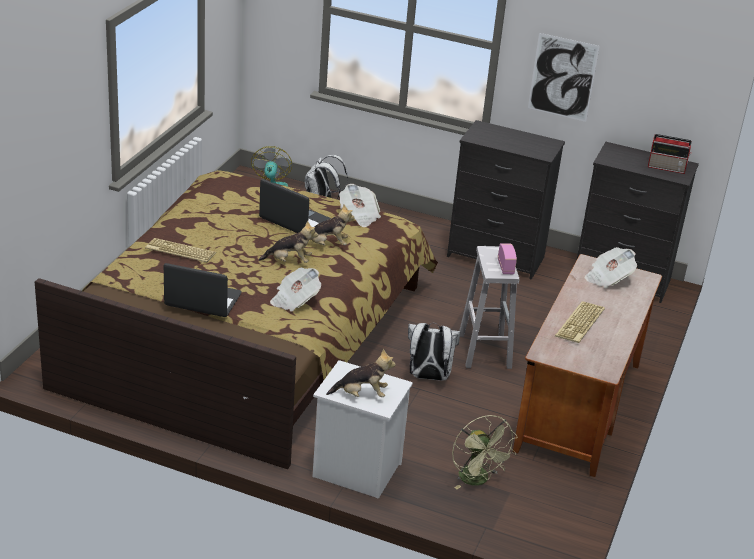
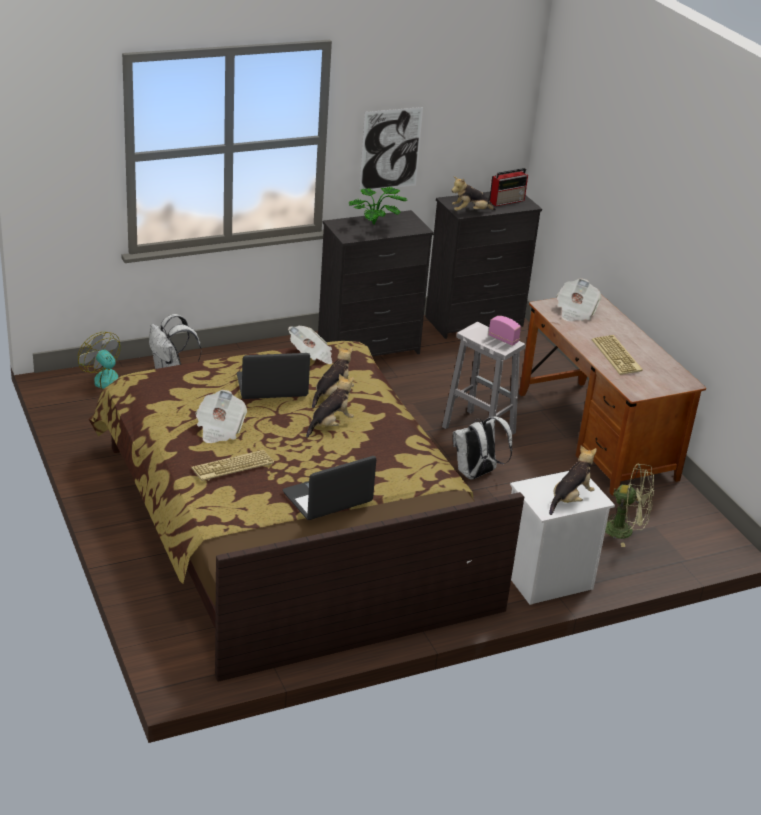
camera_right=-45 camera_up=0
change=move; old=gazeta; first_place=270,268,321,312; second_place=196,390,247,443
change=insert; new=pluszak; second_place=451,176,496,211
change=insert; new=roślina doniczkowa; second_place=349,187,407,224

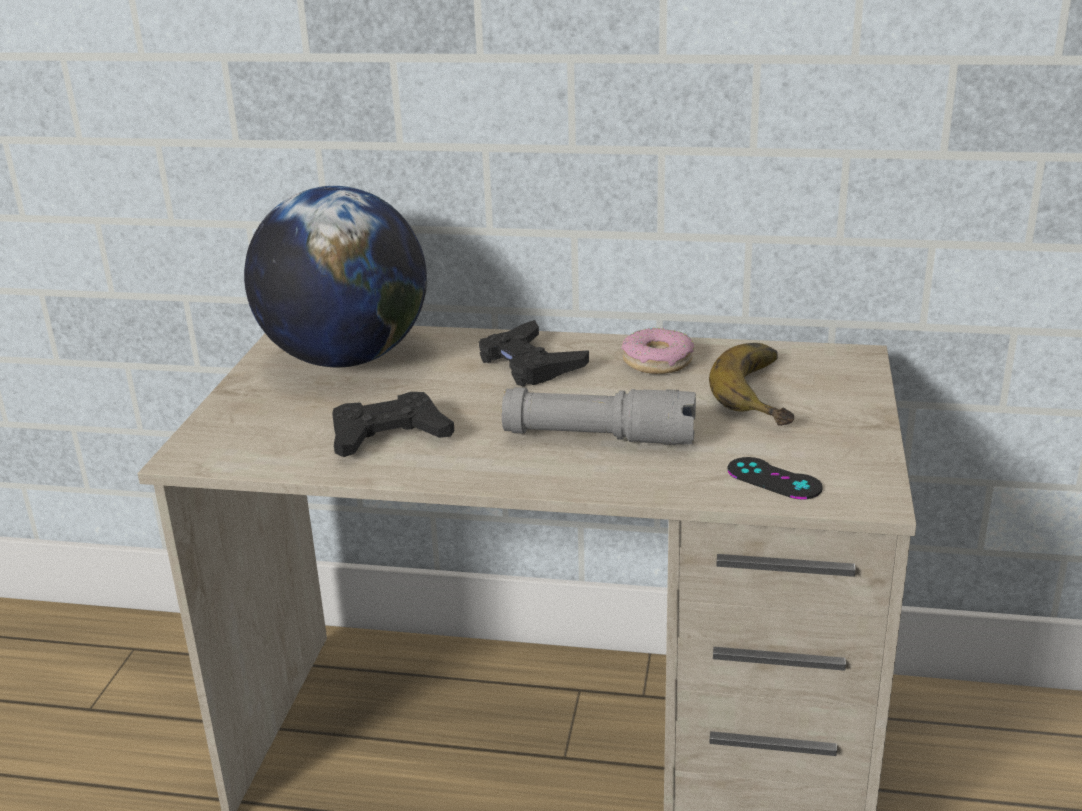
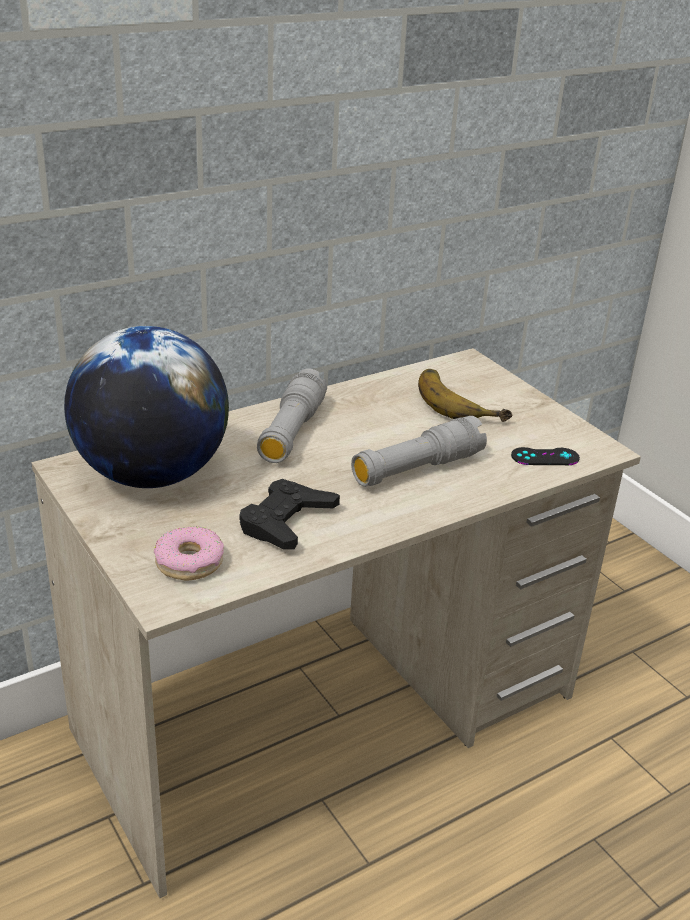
camera_right=-45 camera_up=5
change=replace; old=pad do gier [czarny]; new=latarka [szary]; first_place=479,320,589,387; second_place=257,368,327,463
change=move; old=donut; first_place=621,328,694,374; second_place=154,526,224,581

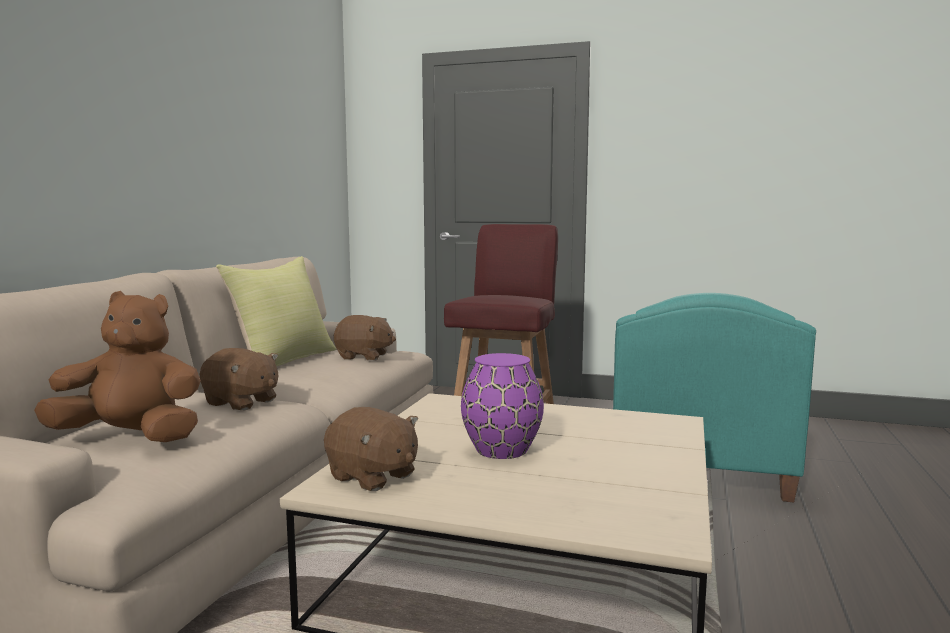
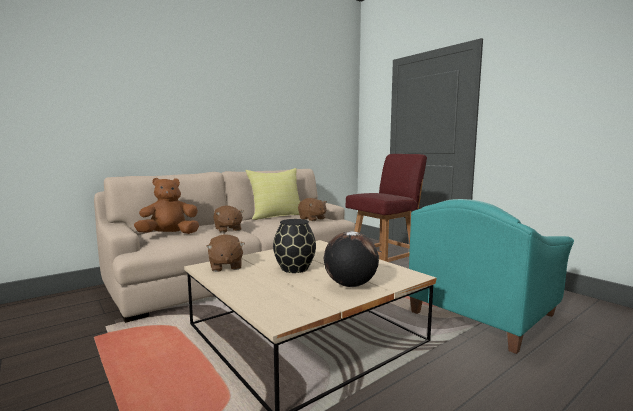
camera_right=35 camera_up=0
change=rotate; old=pluszak [brązowy]; first_place=34,291,201,442; second_place=134,178,199,234; degrees=-60
change=recolor; old=wazon [fioletowy]; new=wazon [czarny]; first_place=461,353,544,459; second_place=273,219,316,273
change=insert; new=globus; second_place=324,231,379,287

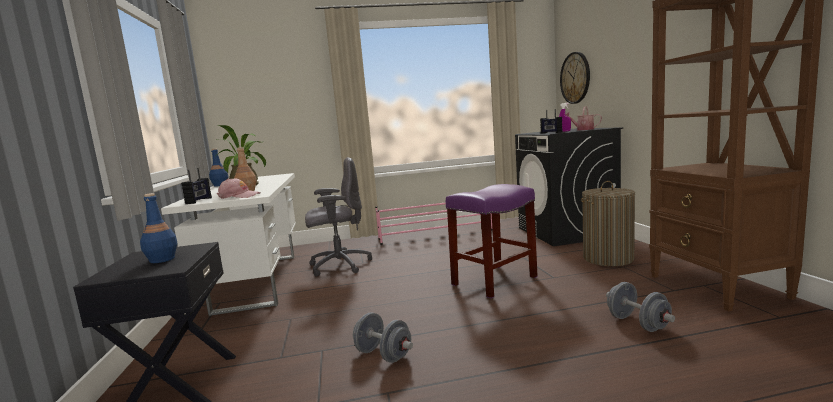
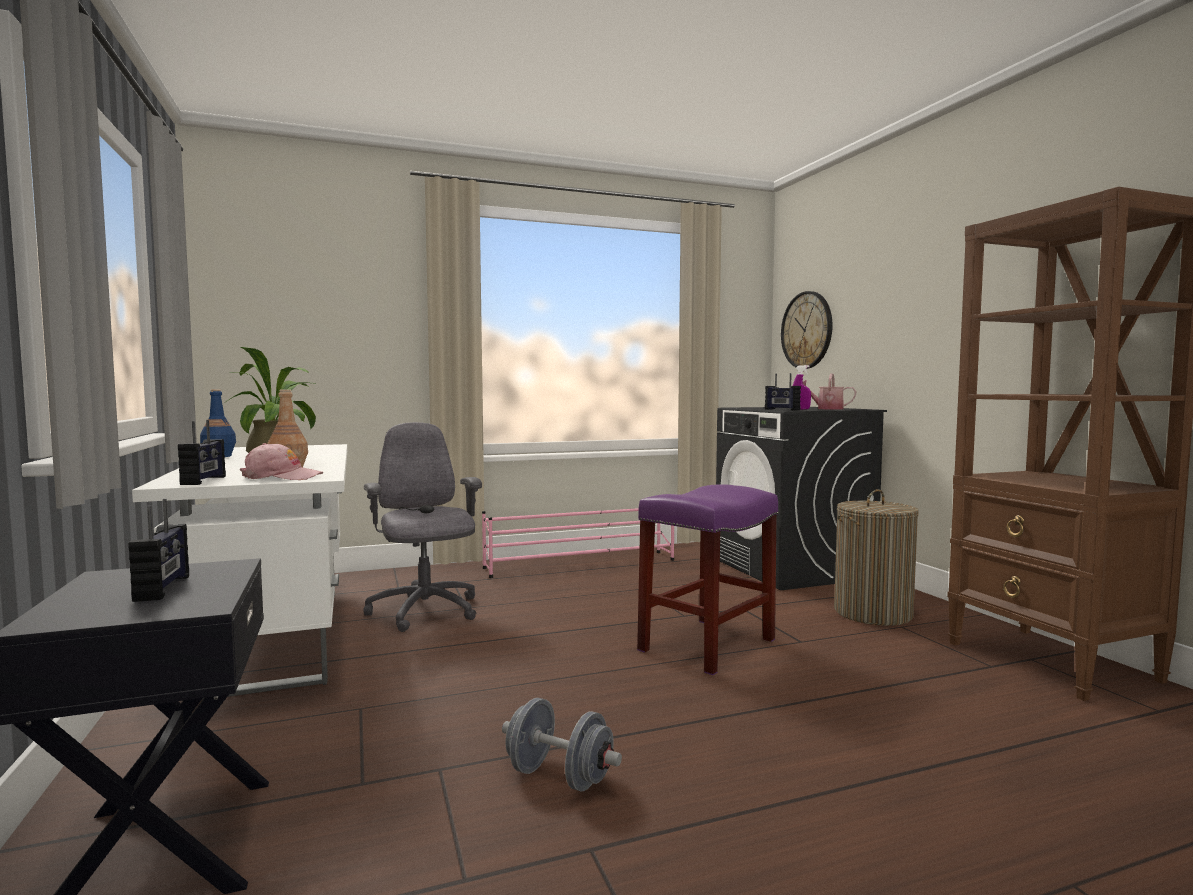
camera_right=-10 camera_up=-5
change=rotate; old=krzesło biurowe [szary]; first_place=305,157,372,277; second_place=363,422,482,632; degrees=-90
change=replace; old=butelka [niebieski]; new=radio; first_place=140,193,178,263; second_place=128,499,189,602
change=delete; old=hantel [szary]; first_place=606,282,675,332

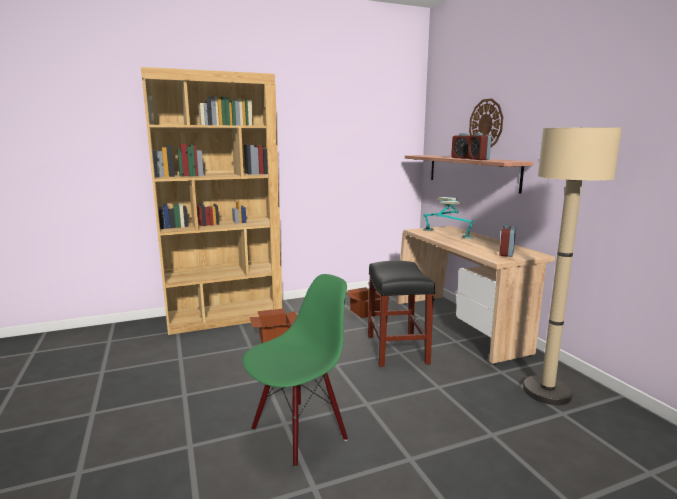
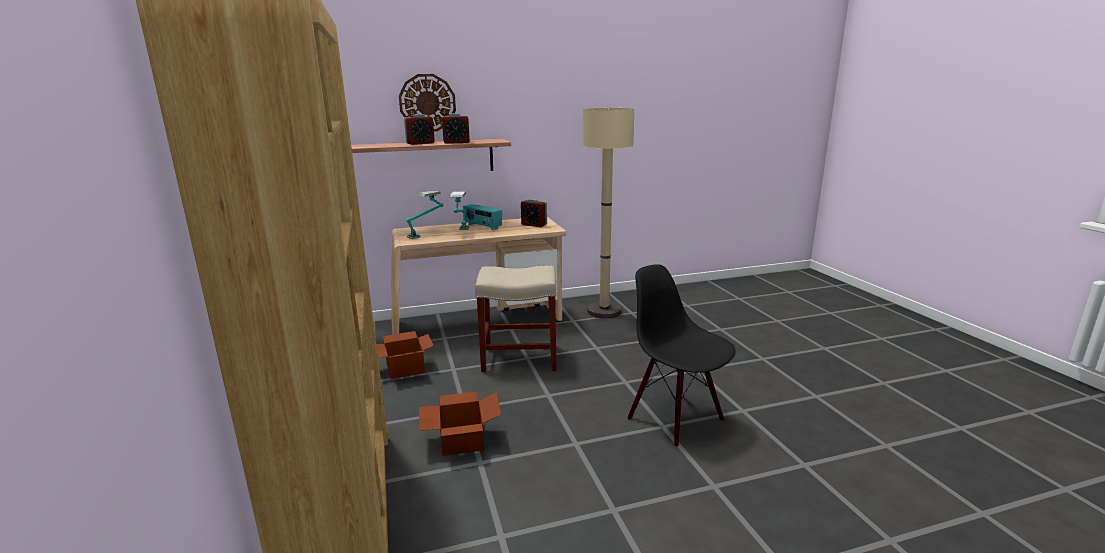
camera_right=-85 camera_up=5
change=recolor; old=stołek [czarny]; new=stołek [beżowy]; first_place=368,261,435,367; second_place=475,265,557,372
change=recolor; old=krzesło [zielony]; new=krzesło [czarny]; first_place=242,274,348,468; second_place=628,264,736,446
change=insert; new=radio; second_place=463,204,502,230

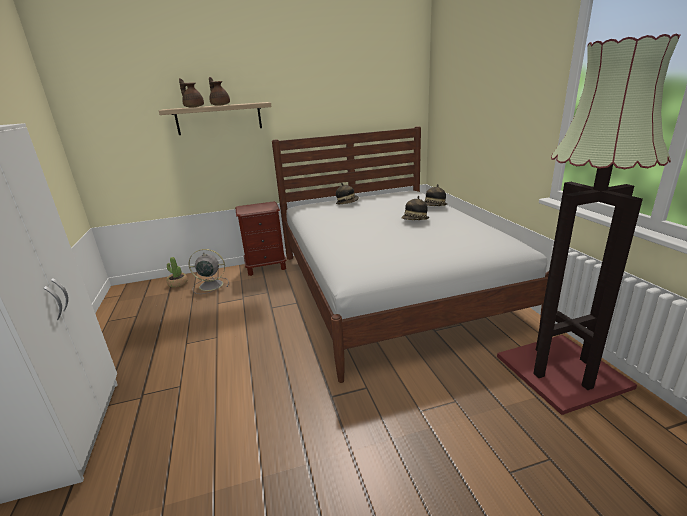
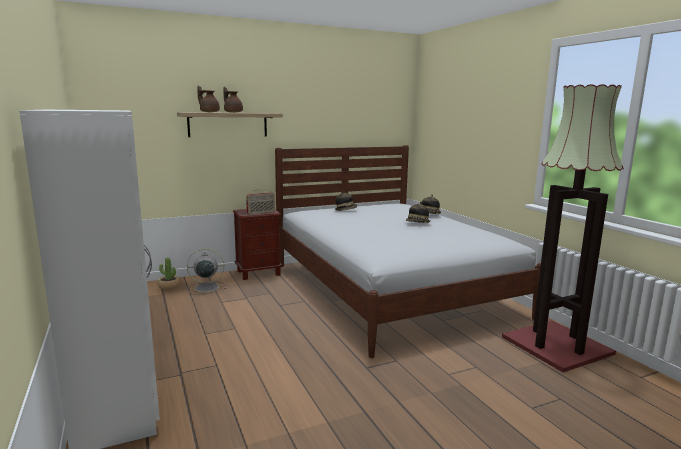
camera_right=-10 camera_up=-10
change=insert; new=radio; second_place=246,189,275,215

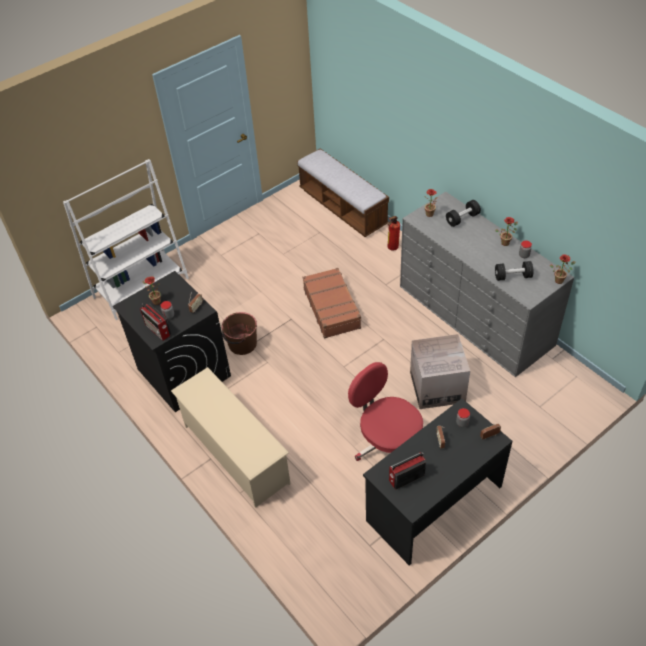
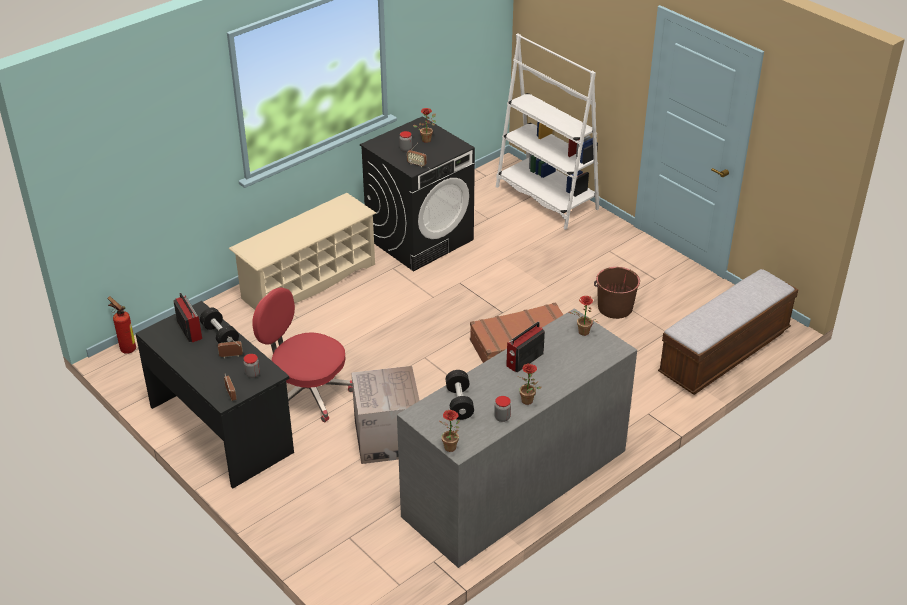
camera_right=85 camera_up=-10
change=move; old=hantel [czarny]; first_place=446,200,481,227; second_place=200,308,239,343
change=move; old=gaśnica; first_place=387,216,400,251; second_place=107,296,136,354
change=move; old=radio; first_place=140,303,171,341; second_place=506,321,545,372
change=move; old=wiadro [brązowy]; first_place=222,312,257,355; second_place=594,267,640,319
change=rotate; old=krzesło biurowe [czerwony]; first_place=348,362,423,461; second_place=252,287,353,422; degrees=-105

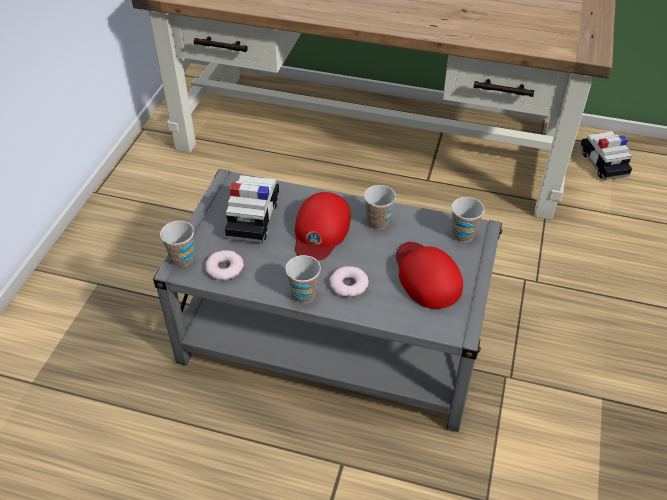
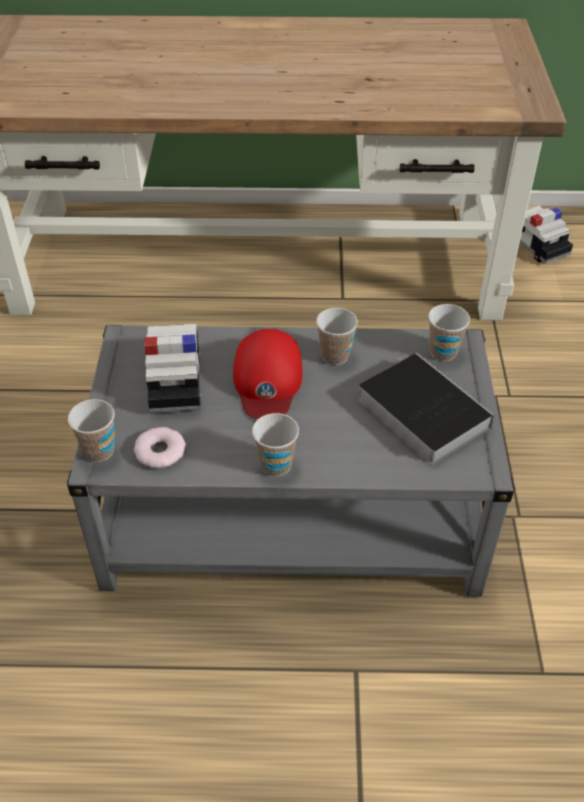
camera_right=-15 camera_up=0
change=replace; old=czapka z daszkiem [czerwony]; new=książka; first_place=396,242,463,309; second_place=358,353,494,465
change=delete; old=donut; first_place=329,266,369,297

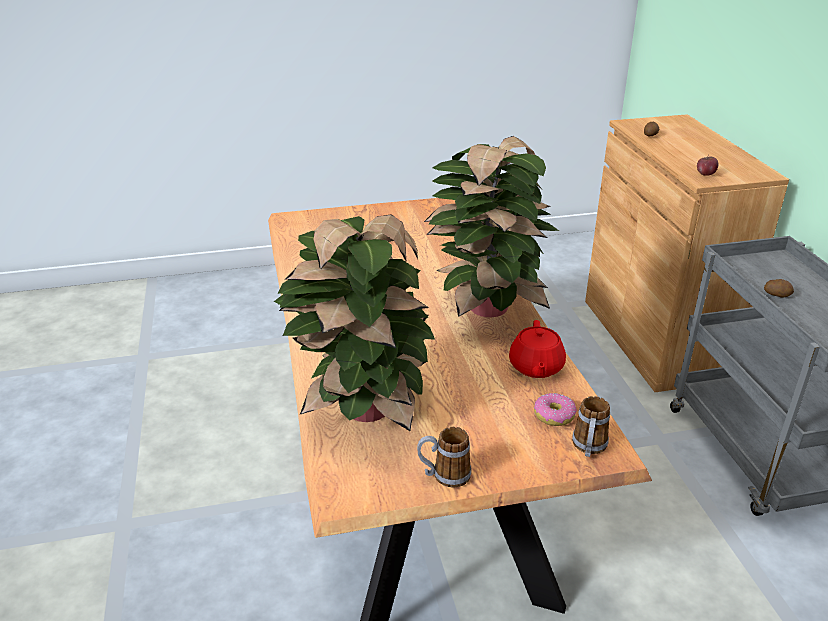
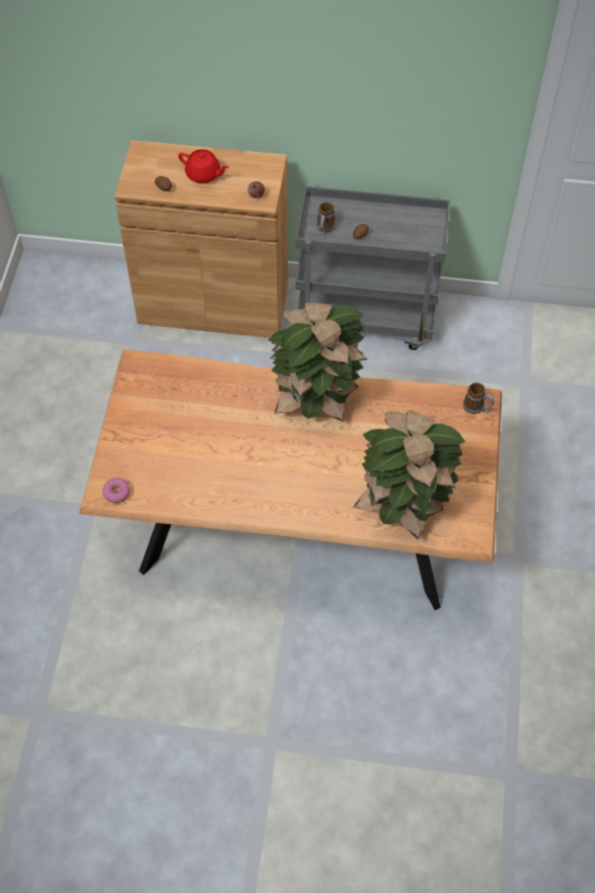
camera_right=-70 camera_up=25
change=move; old=imbryk [czerwony]; first_place=509,320,566,378; second_place=178,149,229,183
change=move; old=donut; first_place=534,393,577,426; second_place=103,478,130,503
change=move; old=kubek; first_place=417,427,471,487; second_place=317,202,335,234

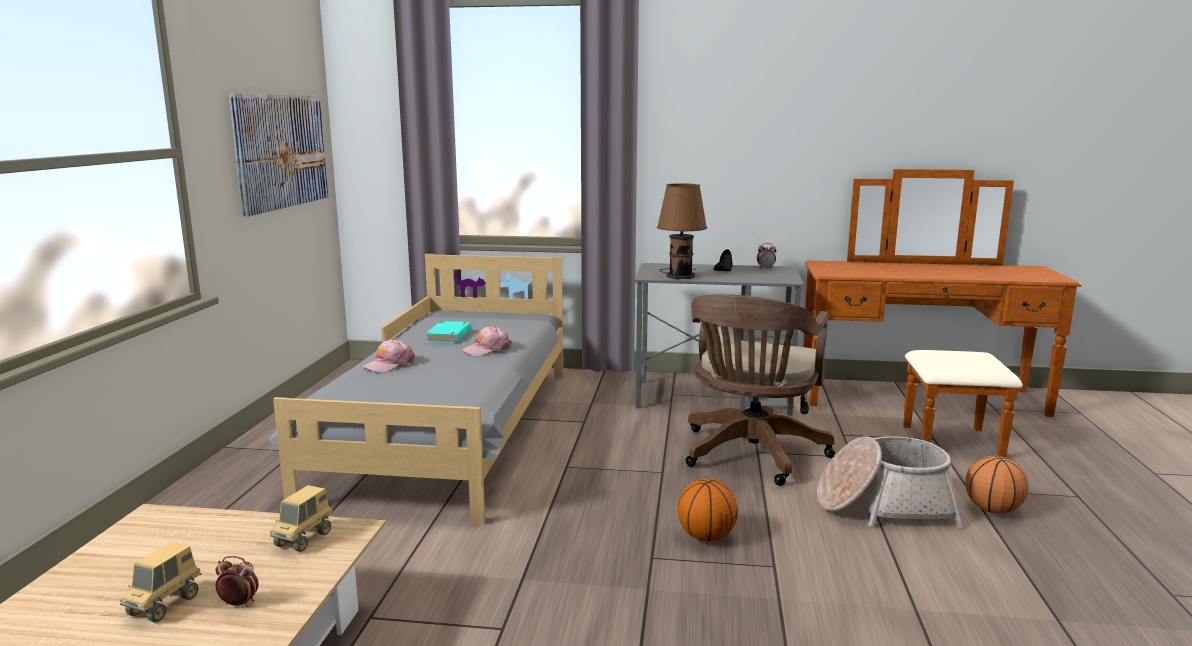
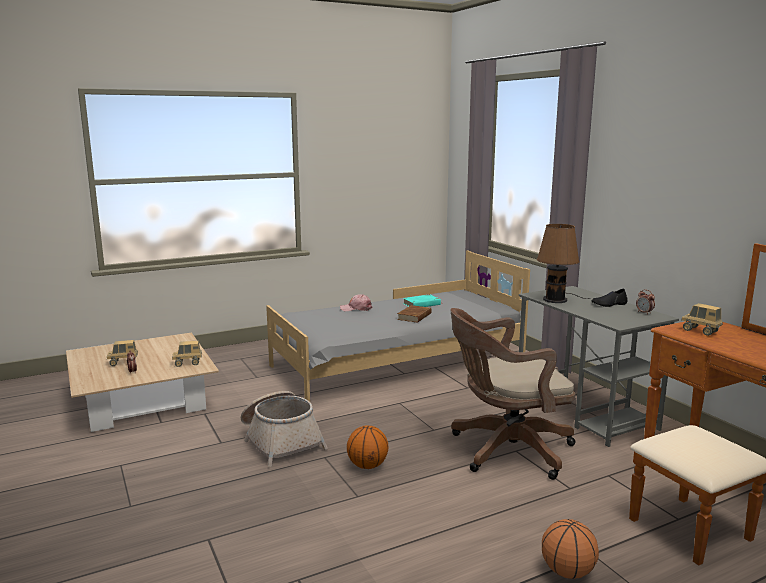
camera_right=55 camera_up=0
change=delete; old=obraz; first_place=229,93,328,217
change=replace; old=czapka z daszkiem [różowy]; new=książka [brązowy]; first_place=461,326,512,356; second_place=397,305,431,323
change=move; old=koszyk; first_place=817,436,964,528; second_place=241,391,328,467
change=insert; new=ciężarówka zabawkowa; second_place=681,303,723,336

